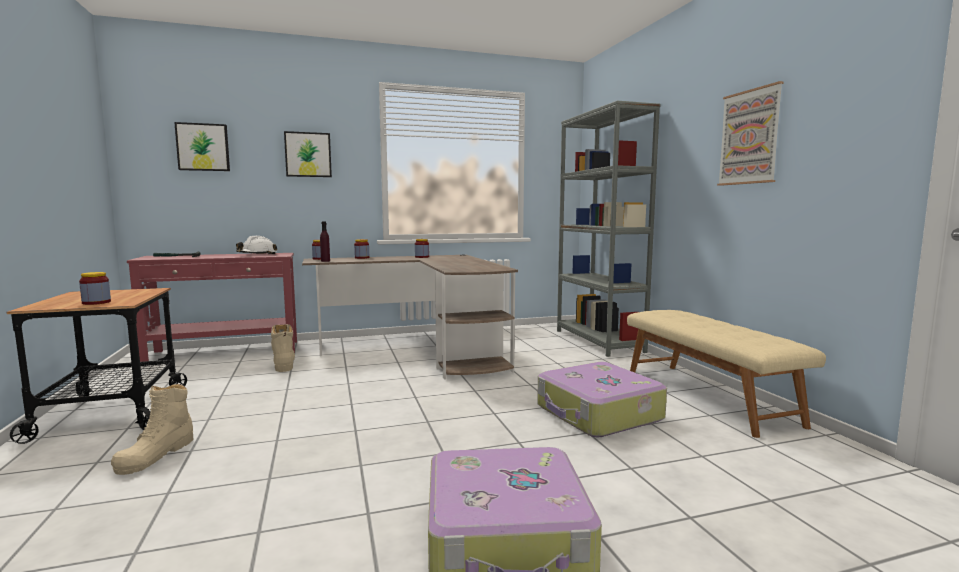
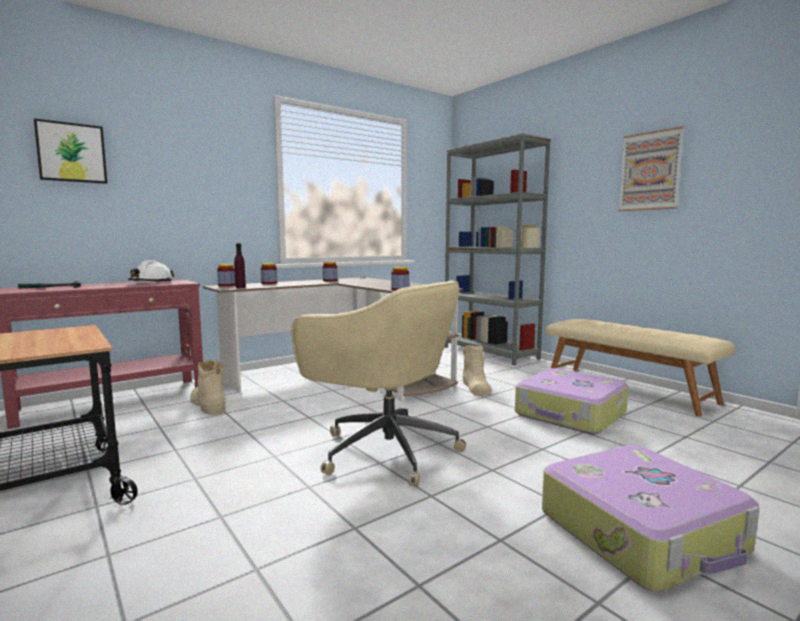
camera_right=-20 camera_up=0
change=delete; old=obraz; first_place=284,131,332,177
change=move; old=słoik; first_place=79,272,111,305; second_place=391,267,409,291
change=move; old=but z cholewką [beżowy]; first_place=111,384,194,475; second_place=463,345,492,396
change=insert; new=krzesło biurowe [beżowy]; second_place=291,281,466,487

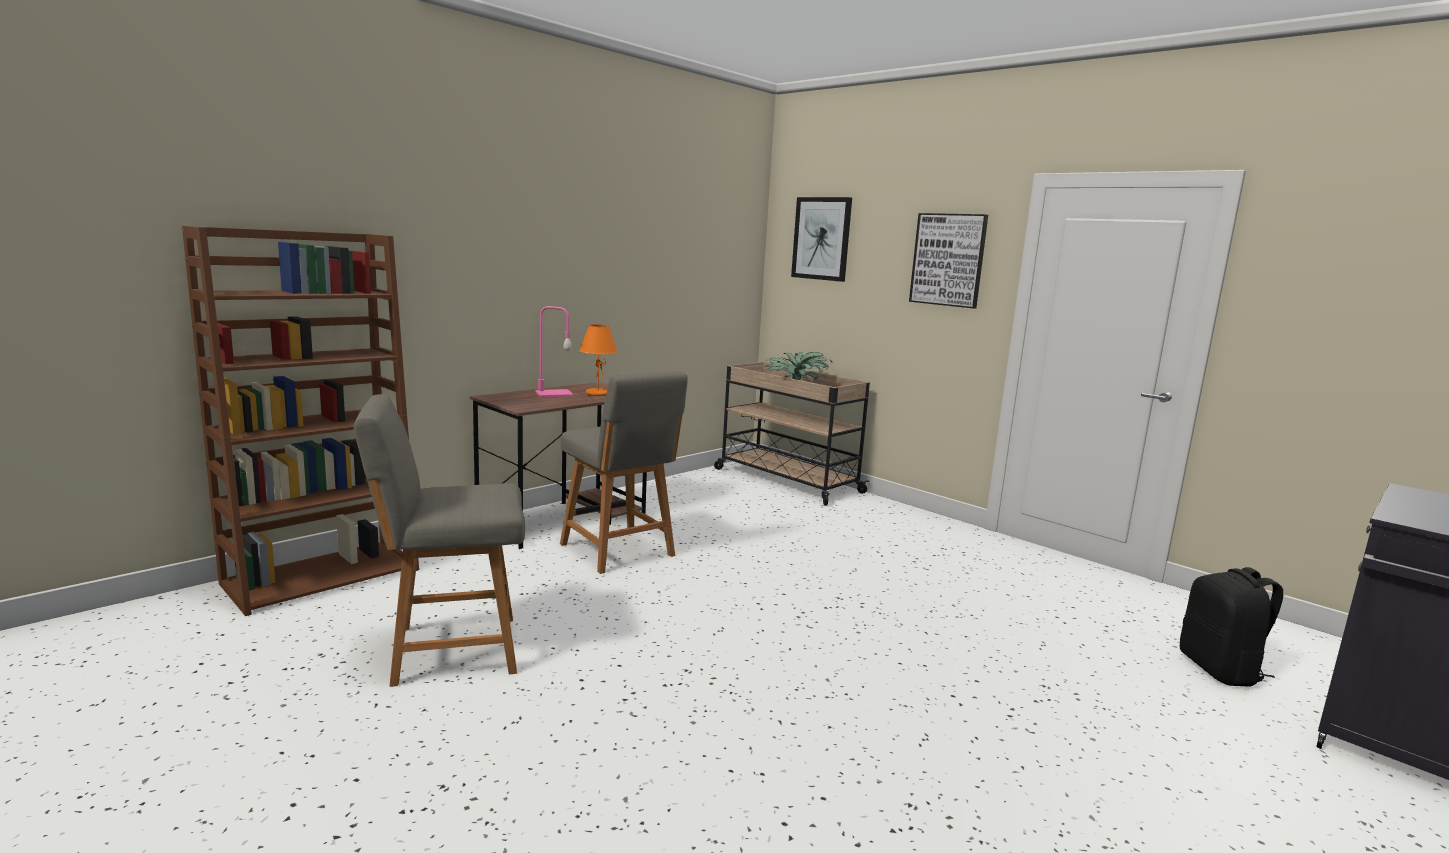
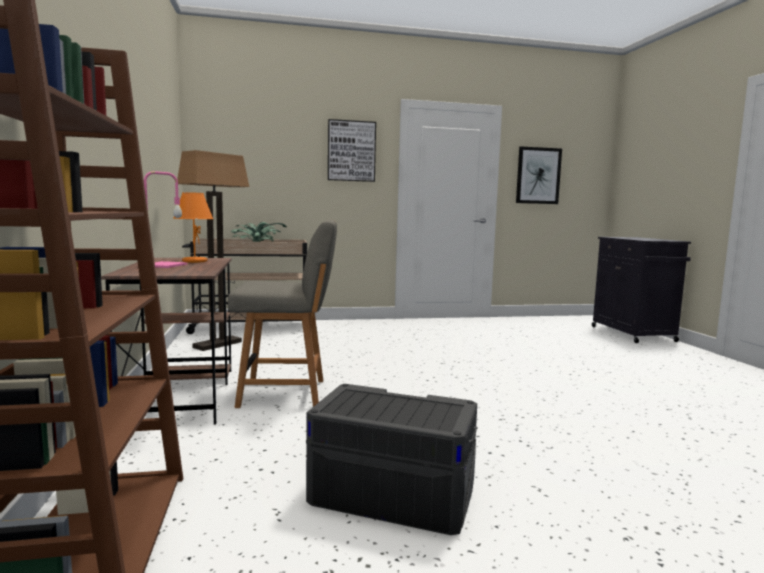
camera_right=-55 camera_up=-5
change=move; old=obraz; first_place=791,197,852,282; second_place=516,147,562,204
change=replace; old=krzesło [szary]; new=pojemnik do przechowywania [szary]; first_place=354,394,525,687; second_place=306,384,477,535
change=delete; old=plecak [czarny]; first_place=1180,567,1283,687
change=insert; new=lampa stojąca; second_place=177,150,249,351

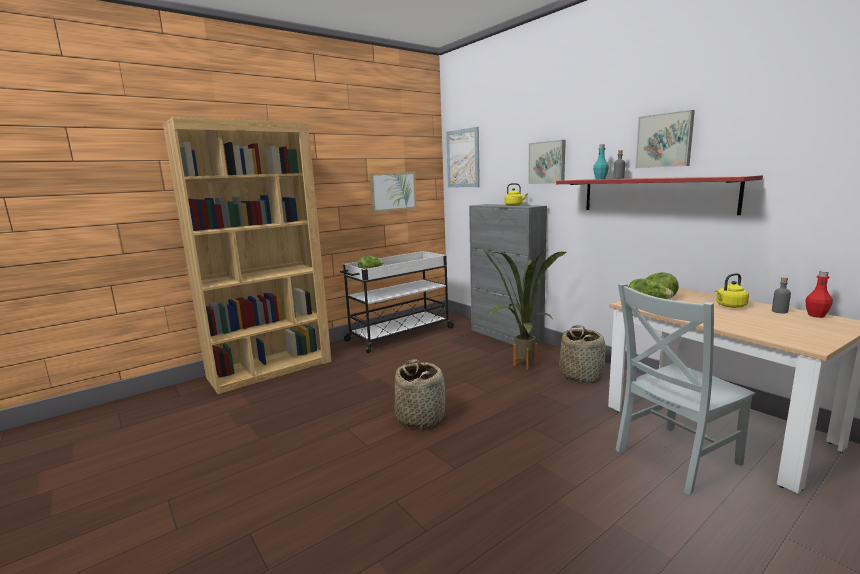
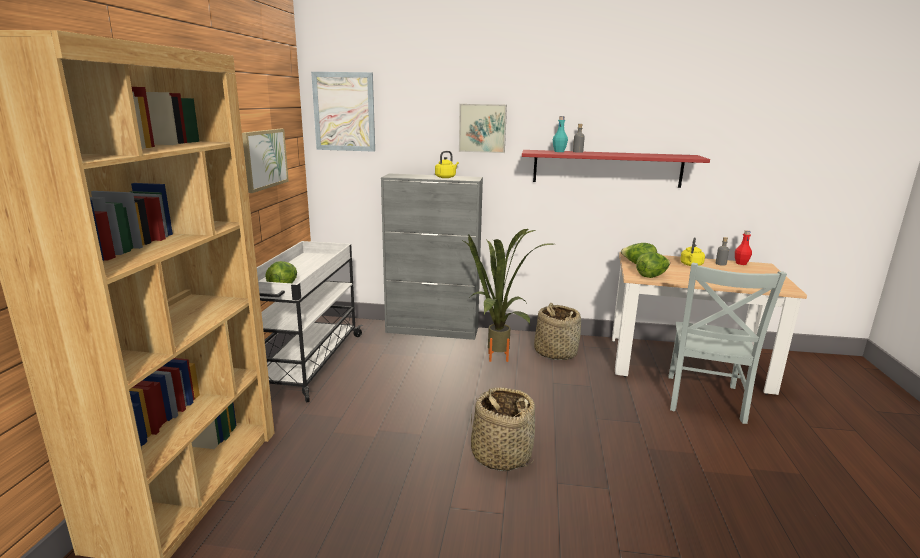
camera_right=-45 camera_up=5
change=delete; old=obraz; first_place=635,110,695,168

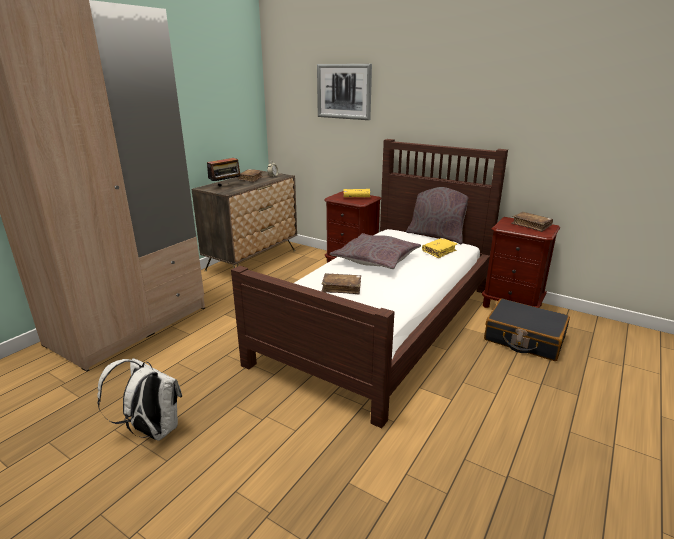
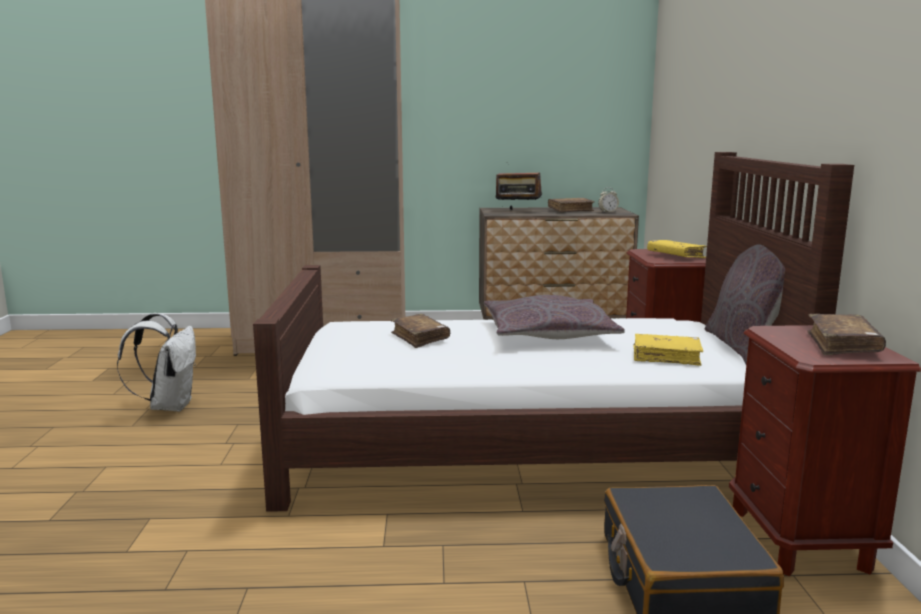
camera_right=55 camera_up=-10
change=delete; old=obraz; first_place=317,64,372,120

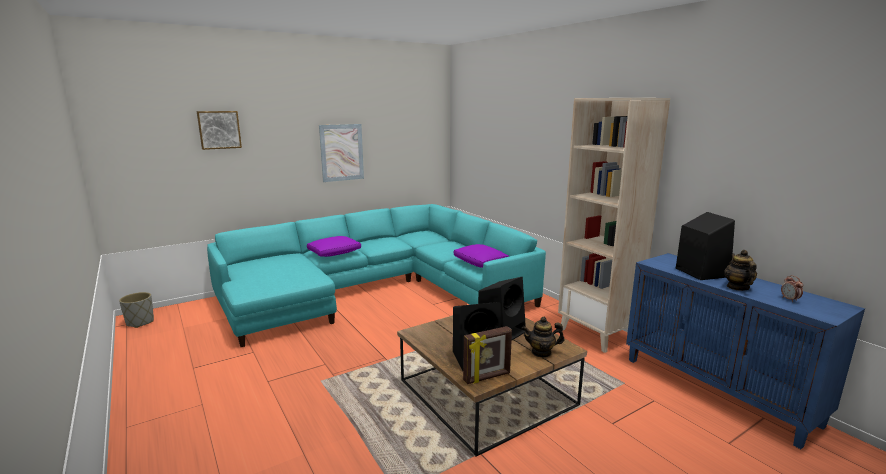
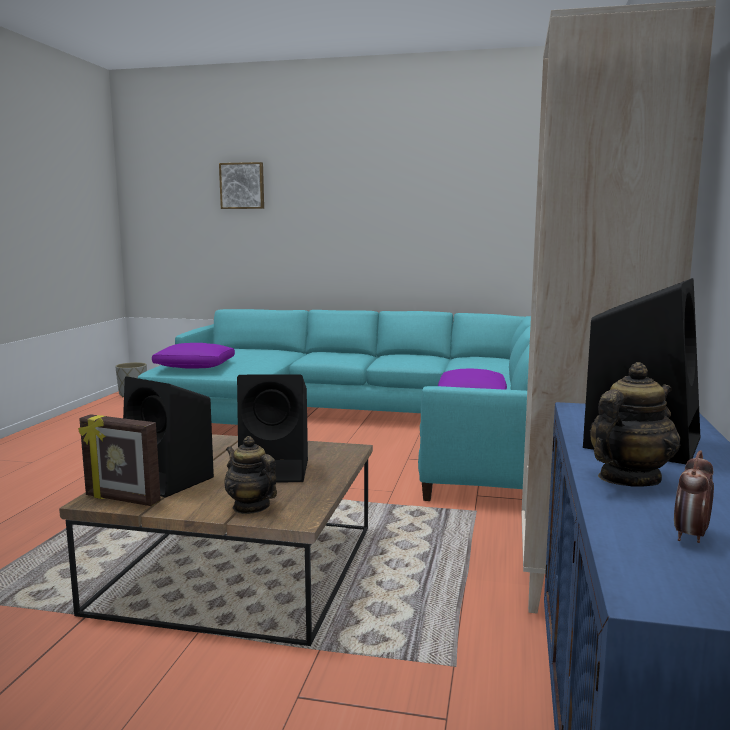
camera_right=45 camera_up=-5
change=delete; old=obraz; first_place=319,124,364,182
change=move; old=poduszka [fioletowy]; first_place=307,236,361,257; second_place=152,343,235,369

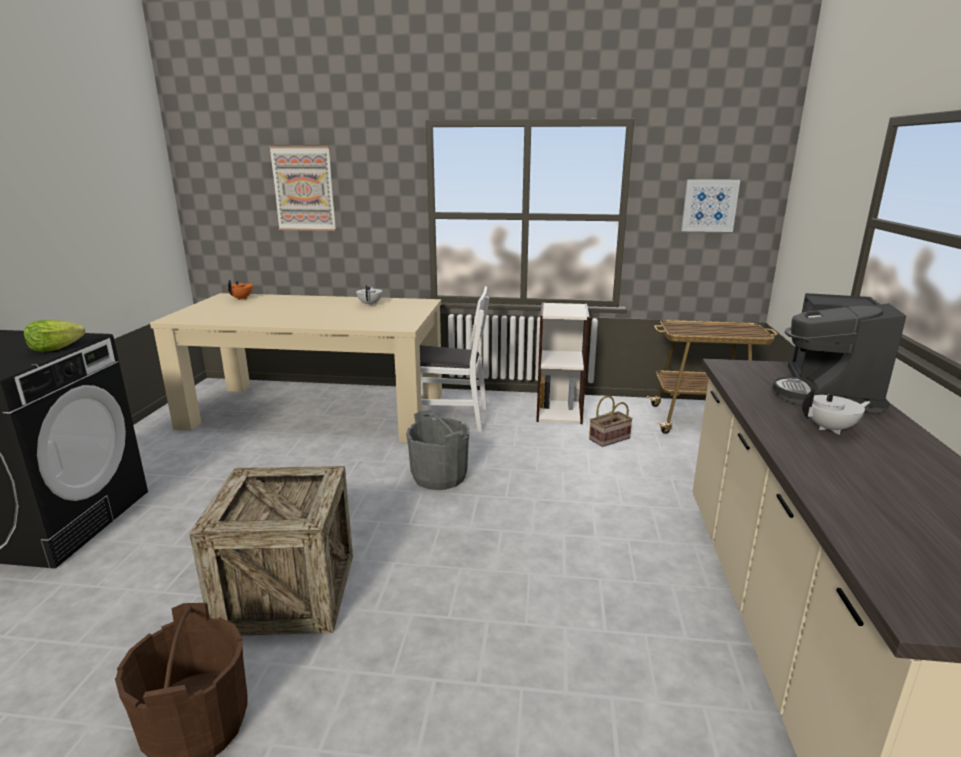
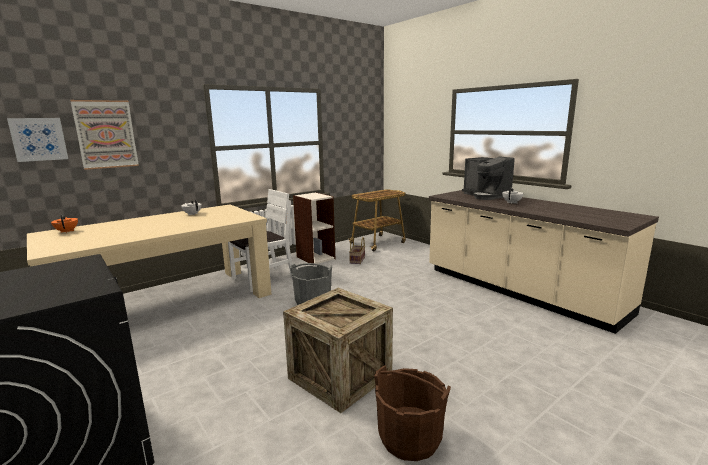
camera_right=-45 camera_up=-5
change=move; old=obraz; first_place=681,179,740,232; second_place=7,118,68,162
change=delete; old=sałata; first_place=24,320,85,352

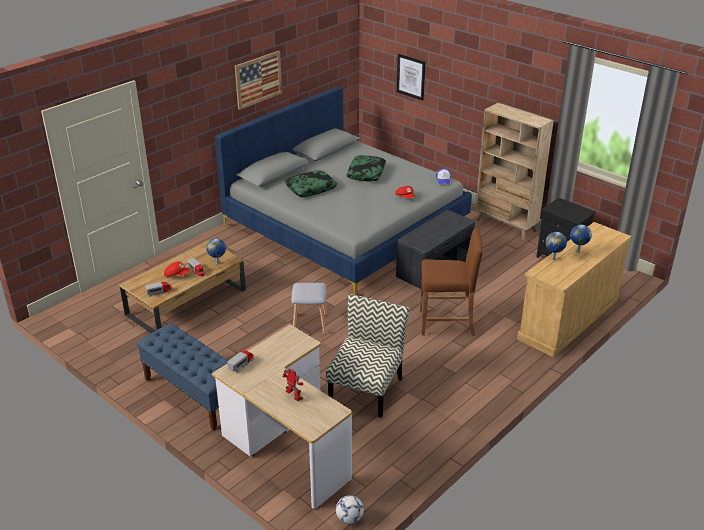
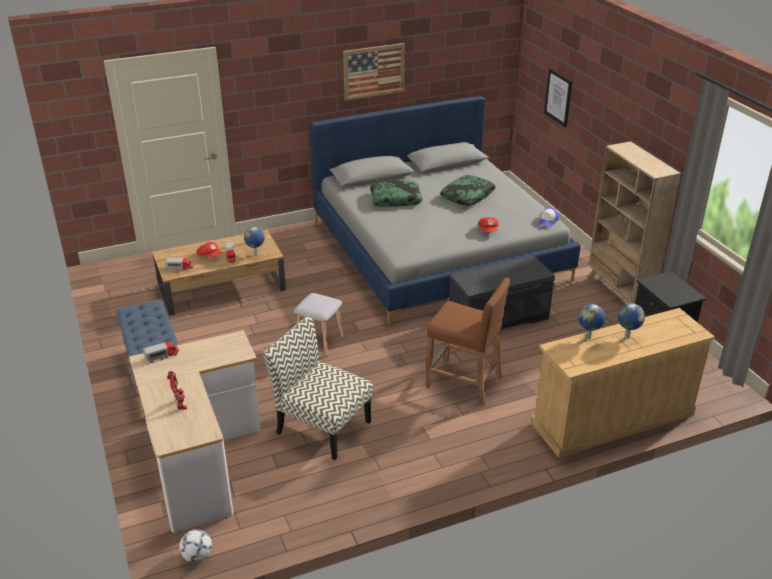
camera_right=25 camera_up=0
change=rotate; old=krzesło; first_place=326,294,409,418; second_place=263,315,373,460; degrees=-105

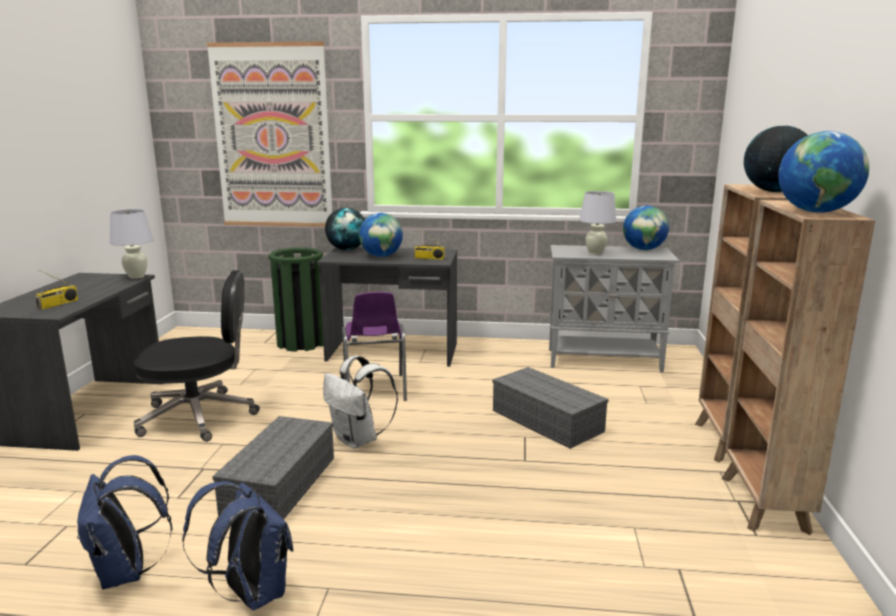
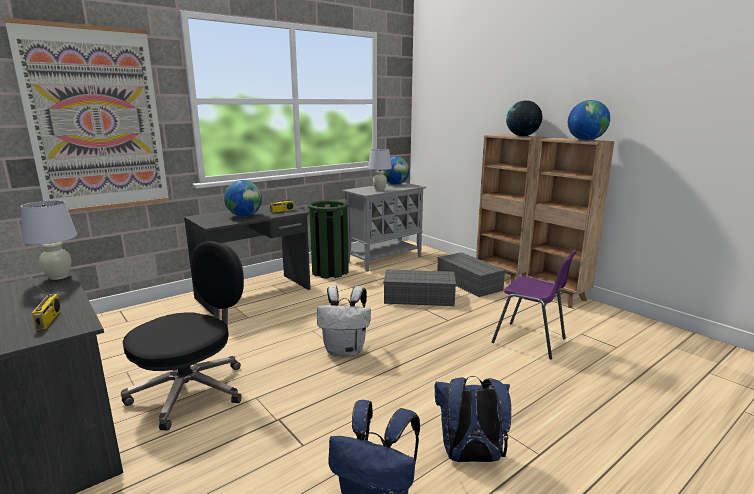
camera_right=-45 camera_up=0
change=delete; old=globus; first_place=325,208,365,250
change=move; old=kosz na śmieci [zielony]; first_place=268,247,323,352; second_place=308,200,349,279
change=move; old=krzesło [fioletowy]; first_place=342,292,407,401; second_place=492,250,577,359
change=move; old=pojemnik do przechowywania [szary]; first_place=212,416,334,519; second_place=437,252,506,297

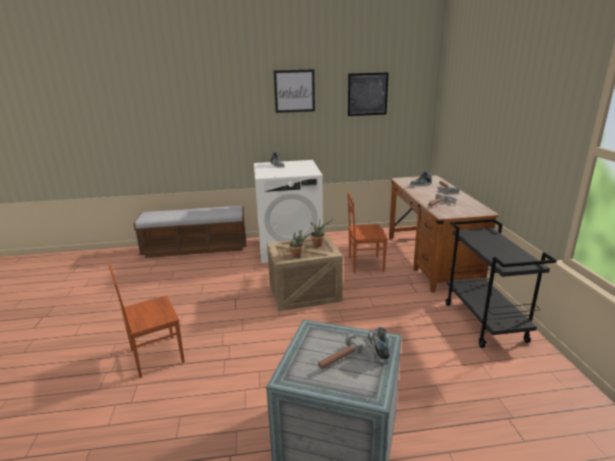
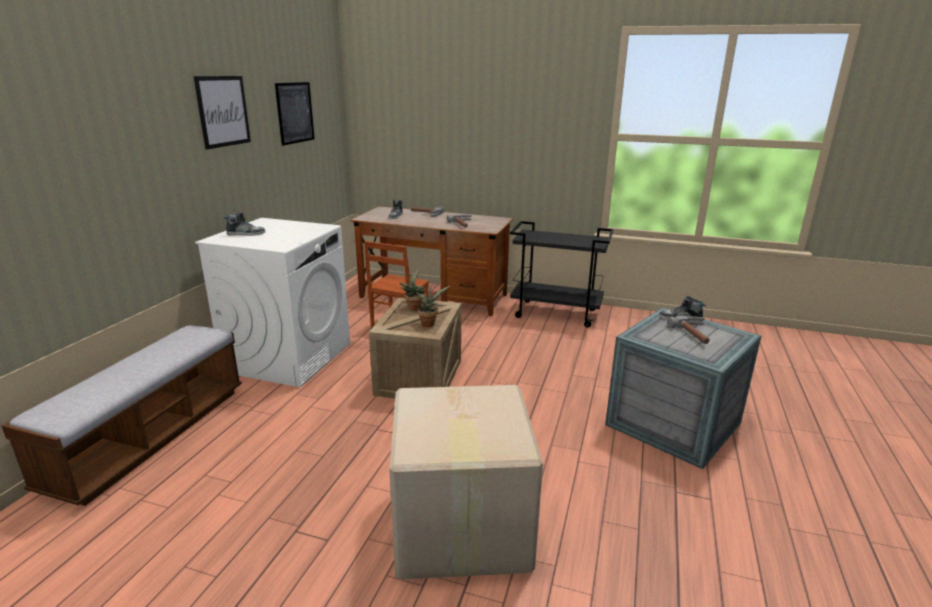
camera_right=-65 camera_up=0
change=replace; old=krzesło [brązowy]; new=karton; first_place=108,263,185,378; second_place=389,385,543,580

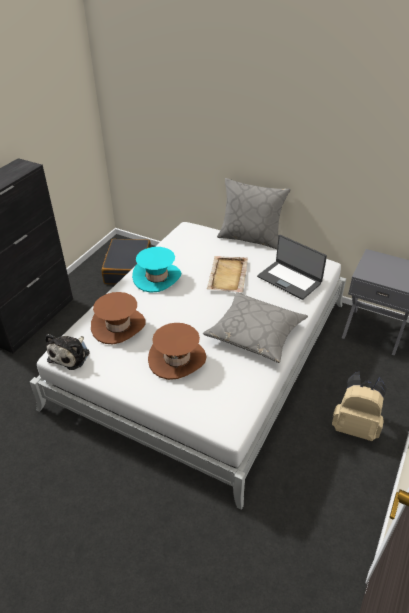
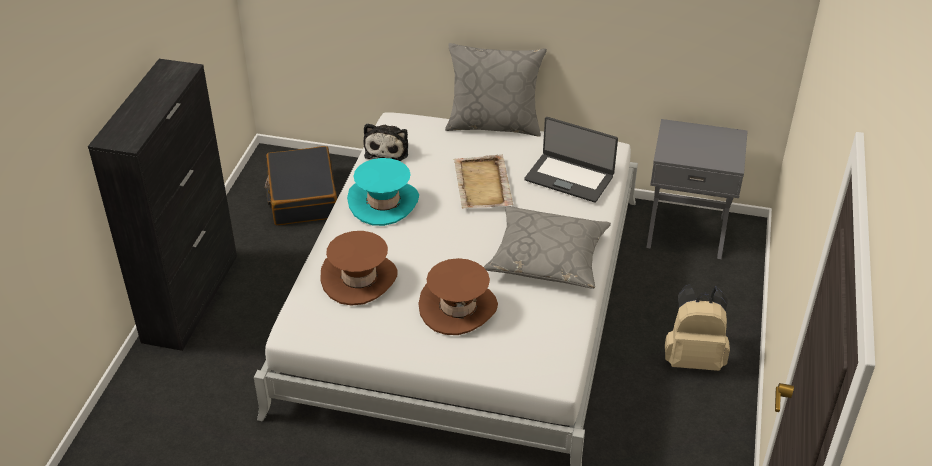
camera_right=-15 camera_up=0
change=move; old=pluszak; first_place=45,334,89,370; second_place=364,123,408,161

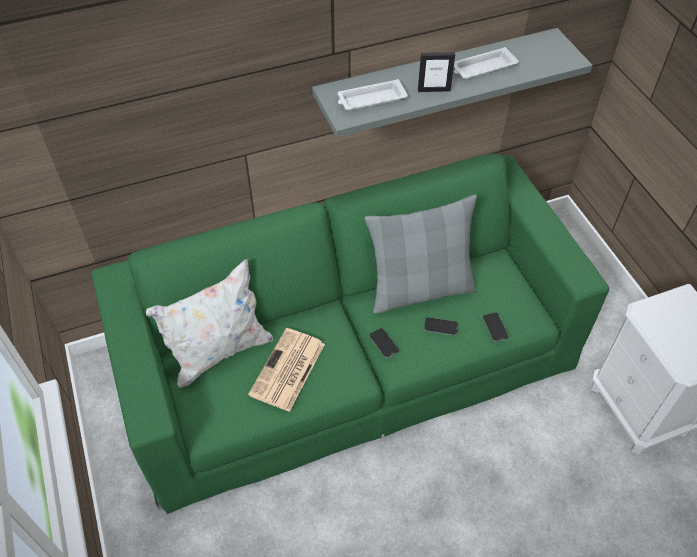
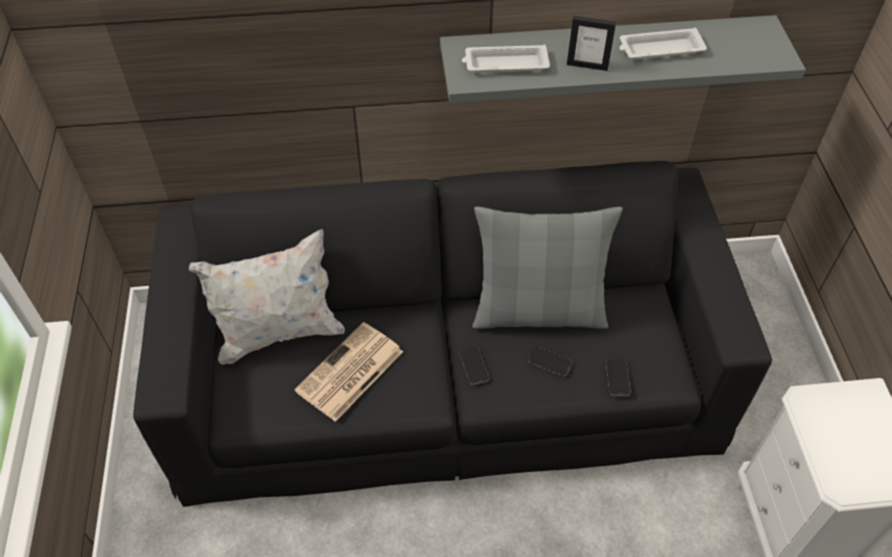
camera_right=15 camera_up=0
change=recolor; old=kanapa [zielony]; new=kanapa [czarny]; first_place=92,153,609,514; second_place=133,161,772,507

